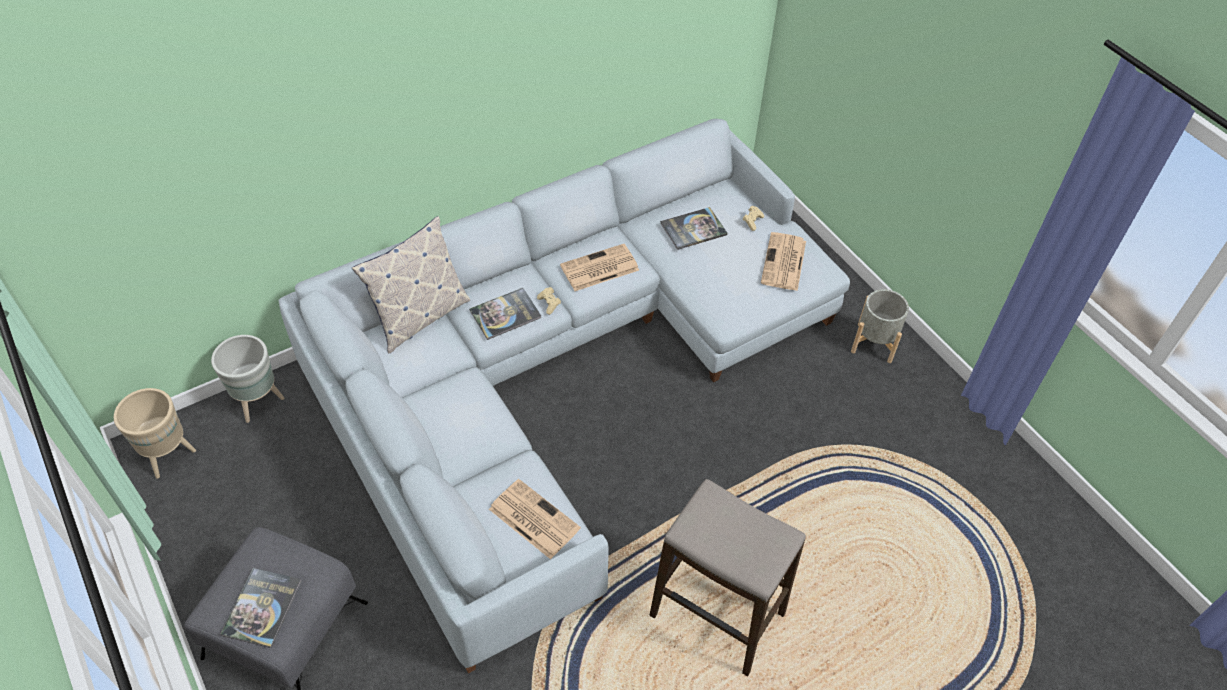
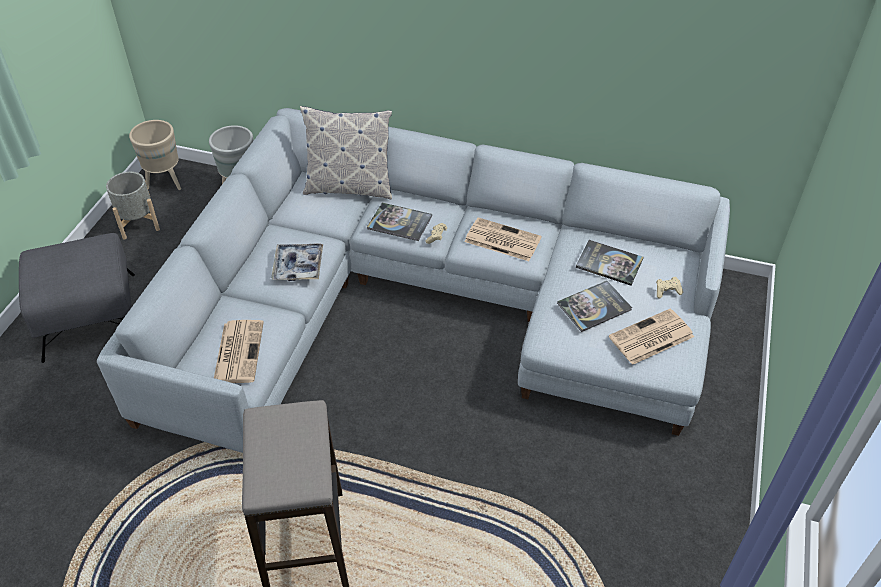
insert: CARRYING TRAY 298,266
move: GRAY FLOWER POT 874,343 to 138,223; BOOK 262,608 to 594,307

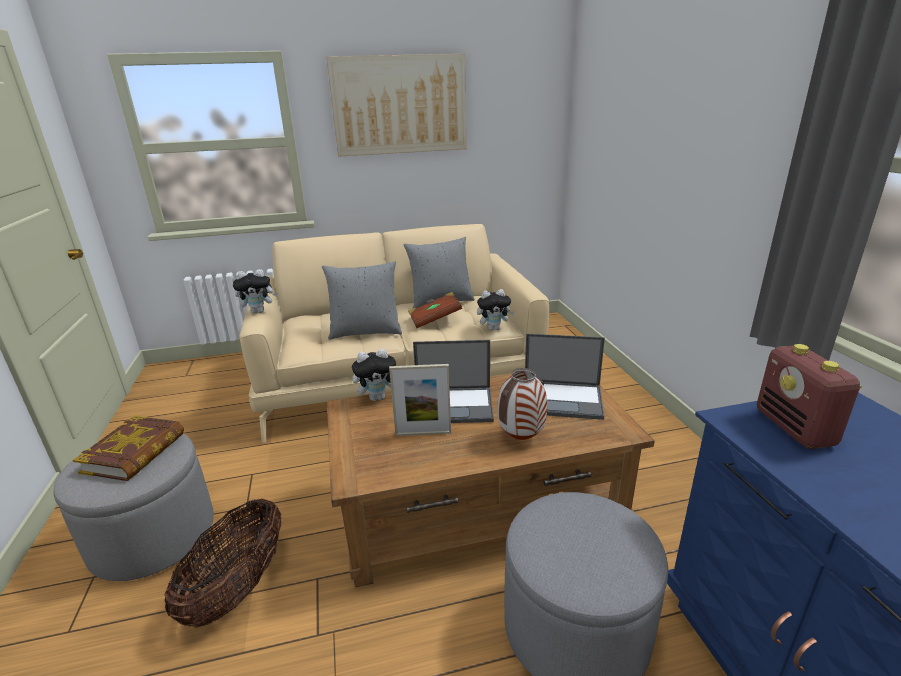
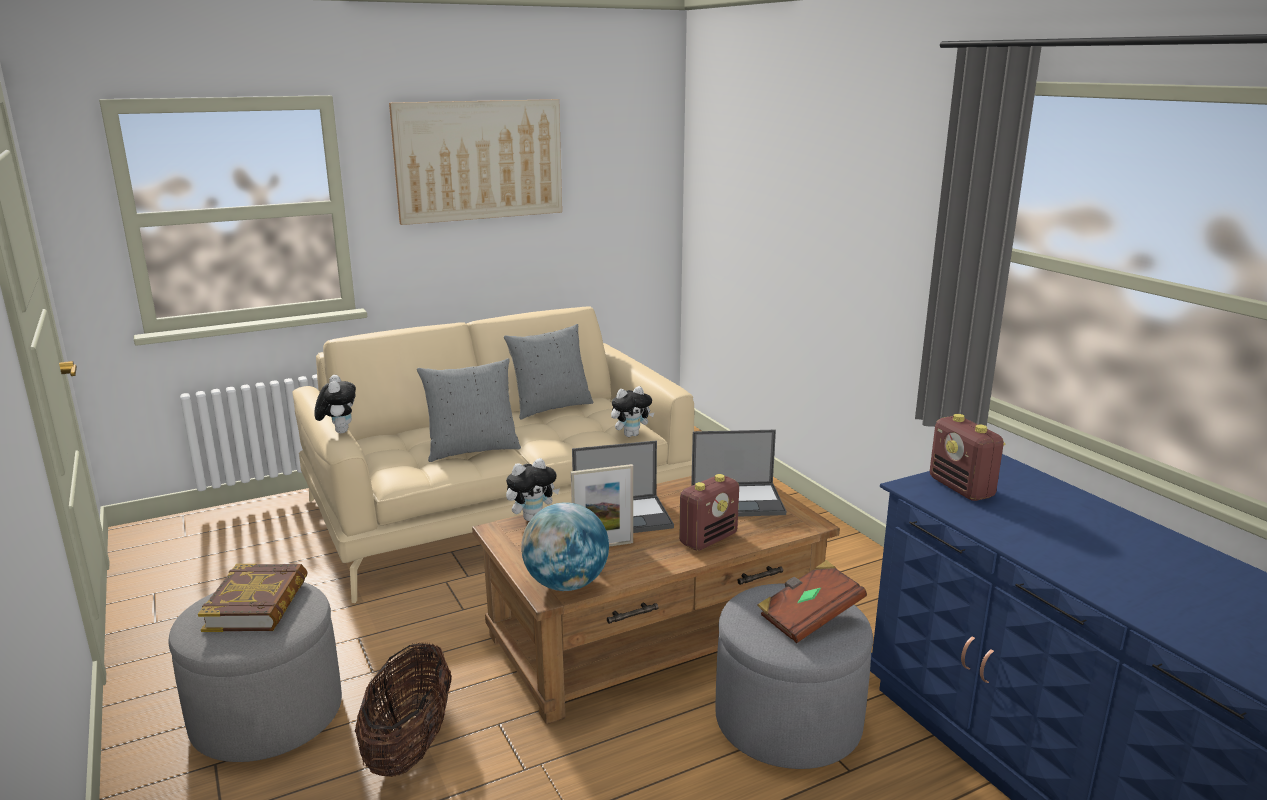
insert: DESK GLOBE 566,584
move: BROWNISH BOOK 435,320 to 809,617
replace: VASE 521,437 to RADIO RECEIVER 708,539
rotate: PLUSH TOY 259,311 = 339,431 75 degrees counterclockwise

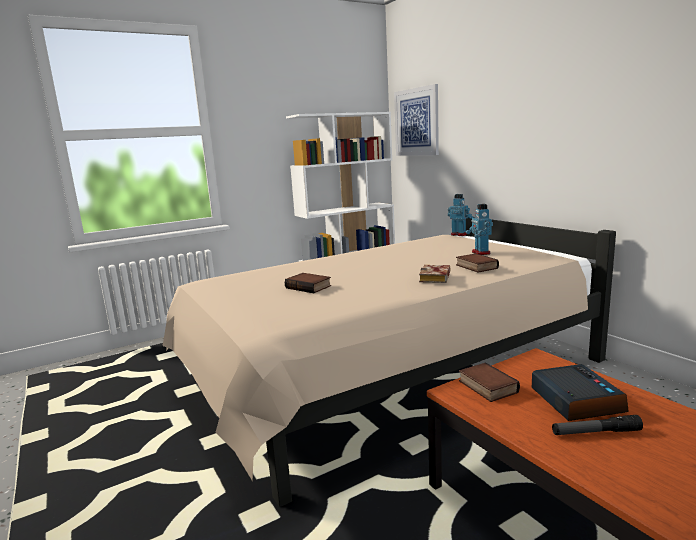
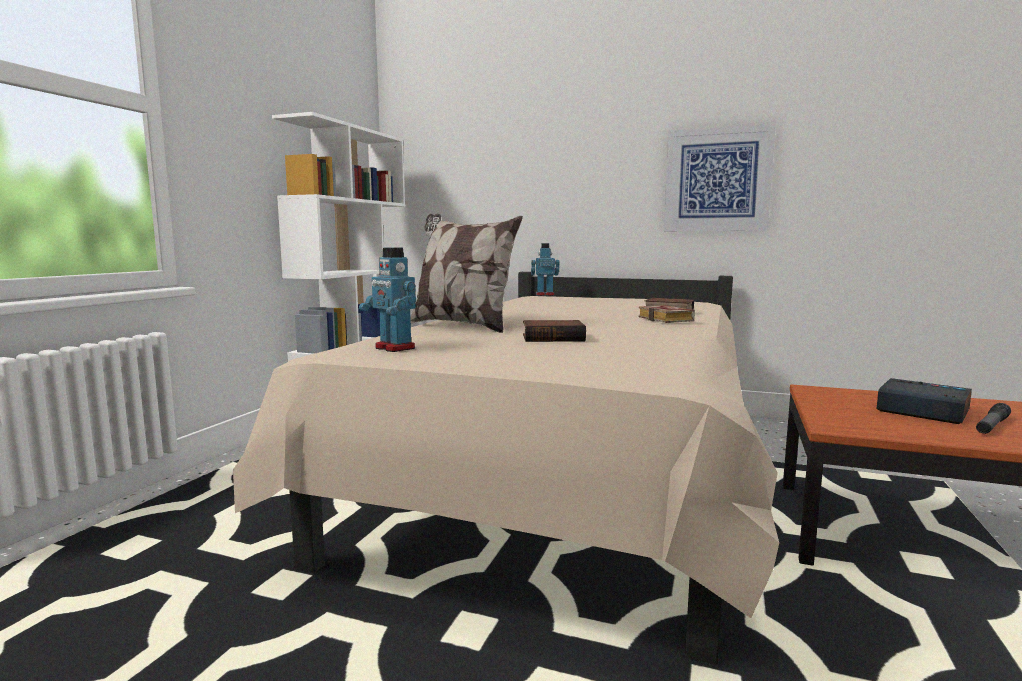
delete: BOOK 486,387
insert: THROW PILLOW 462,325
move: WALL PICTURE 416,122 to 717,180; MODEL ROBOT 480,253 to 394,348

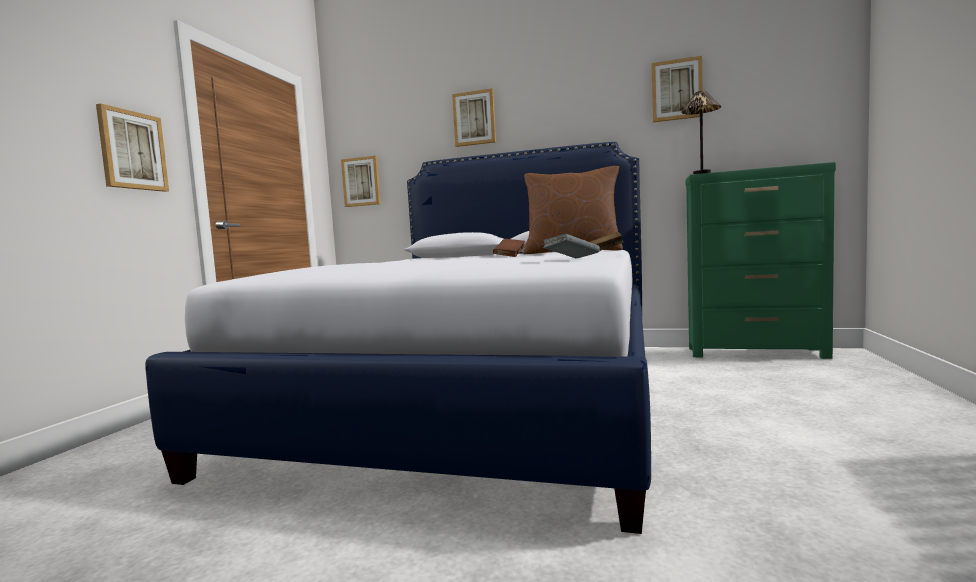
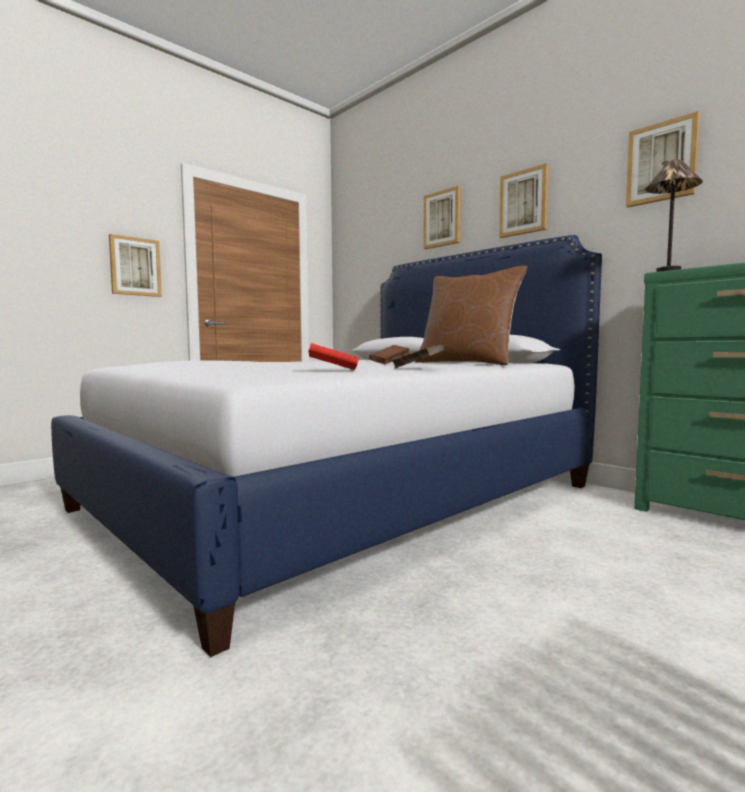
move: WALL PICTURE 361,181 to 524,202
recolor: GRAY BOOK 571,259 to RED-COLOURED BOOK 333,370

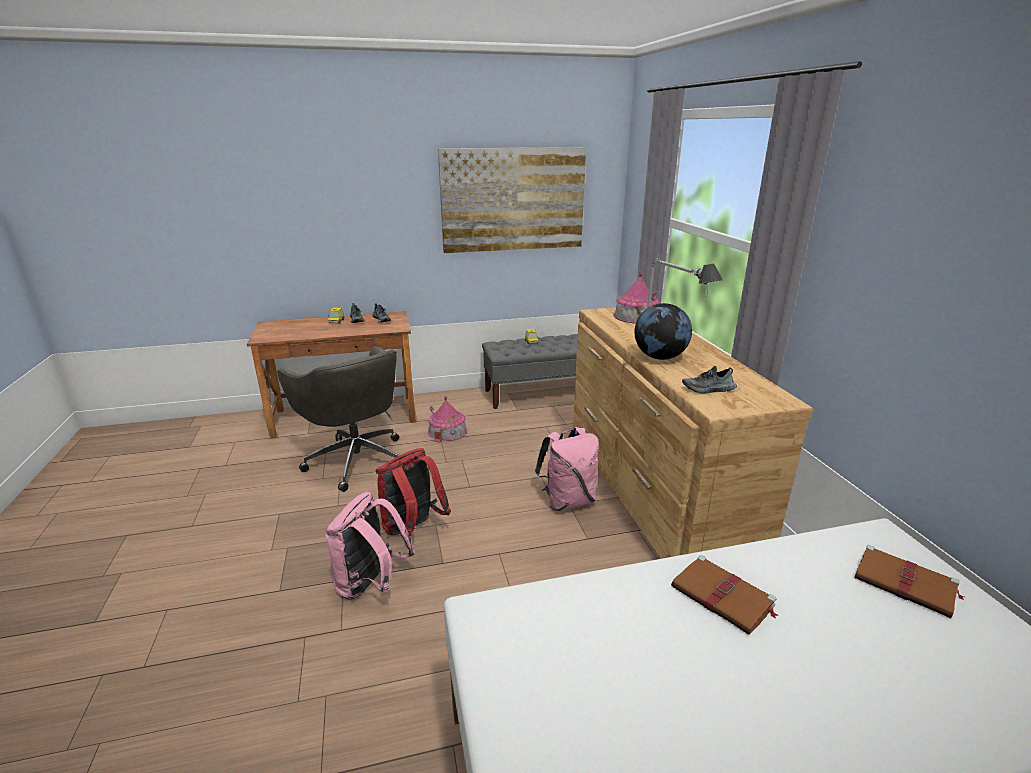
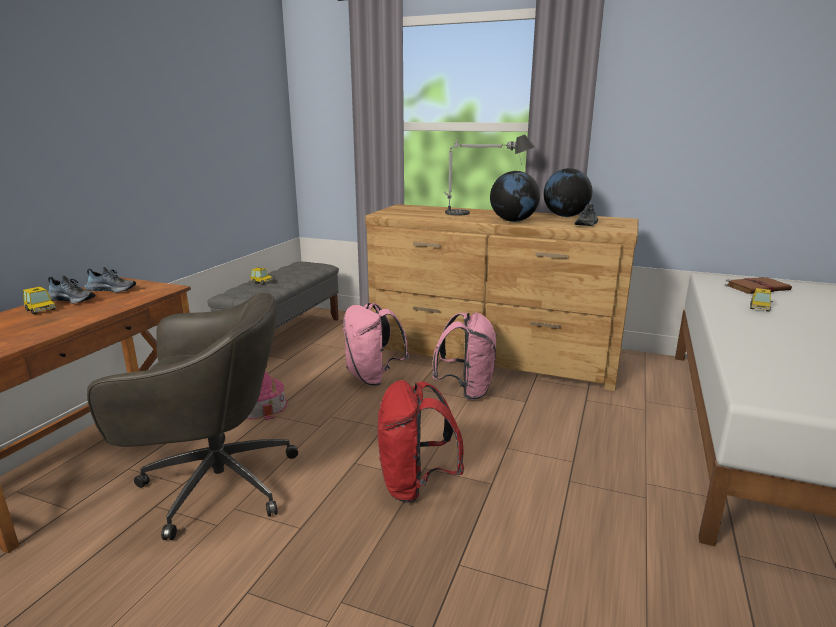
delete: WALL PICTURE 513,200; TOY HOUSE 636,316; BROWNISH BOOK 723,597
insert: DESK GLOBE 565,216; TOY CAR 759,308
move: PINK-COLOURED RUCKSACK 370,584 to 373,377

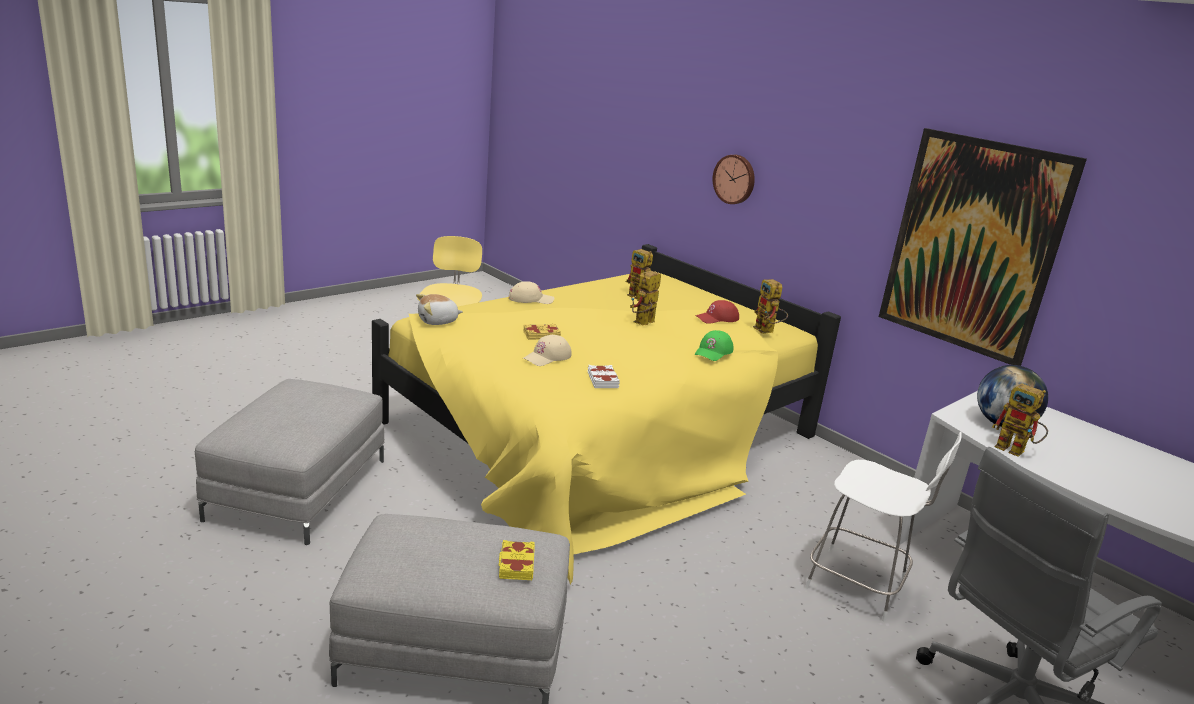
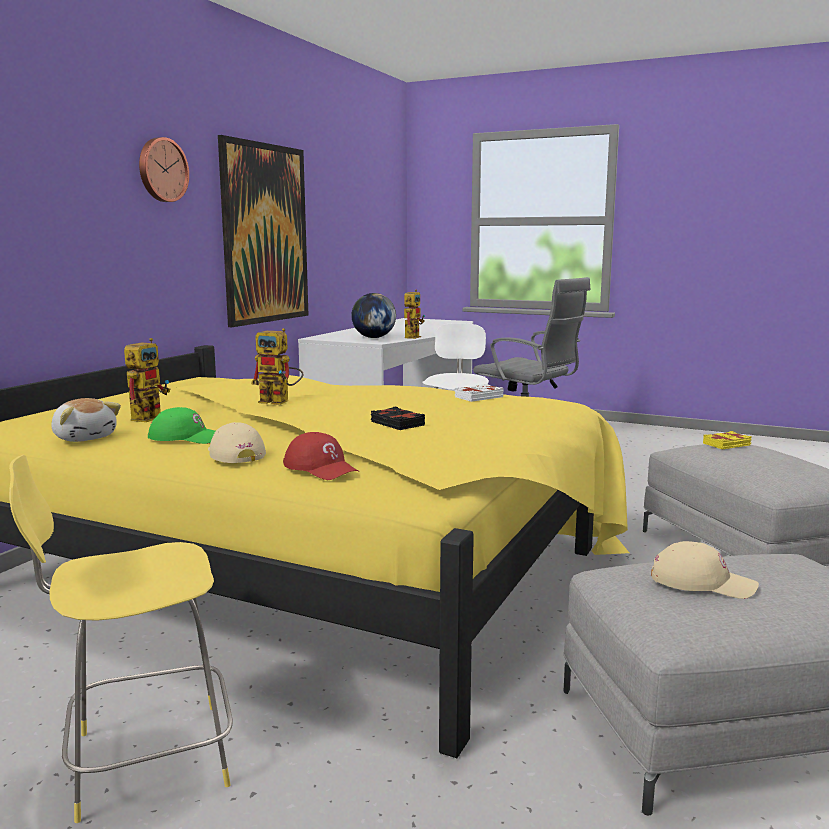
delete: MODEL ROBOT 767,331
move: HANGING CLOCK 735,179 to 162,170; PLUSH TOY 438,321 to 85,437; RED-COLOURED PEAKED CAP 717,318 to 321,468; GREENISH PEAKED CAP 713,352 to 187,437; BEIGE PEAKED CAP 547,357 to 702,582
recolor: YELLOW BOOK 541,335 to BLACK BOOK 397,424

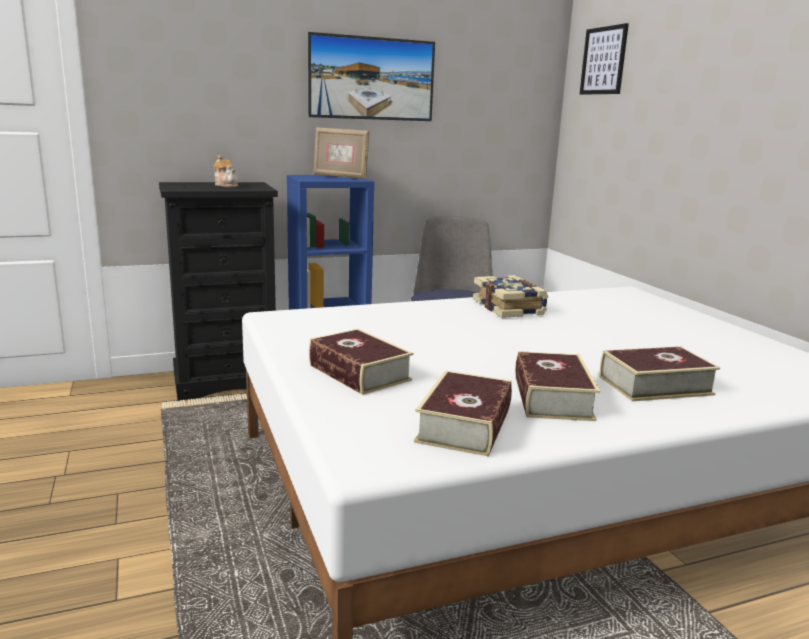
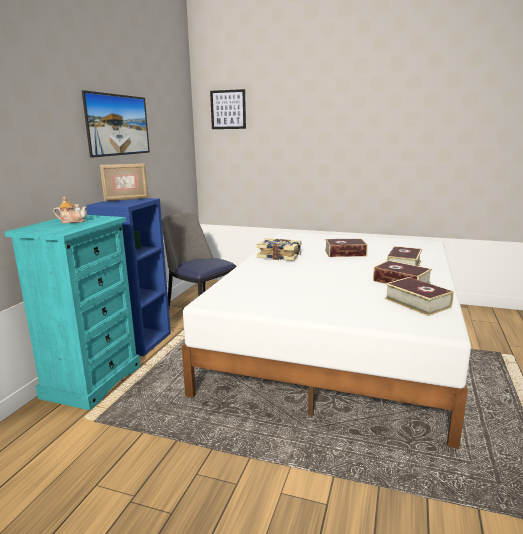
move: BOOK 359,372 to 345,253
recolor: BLACK DRESSER 226,380 to TURQUOISE DRESSER 92,381

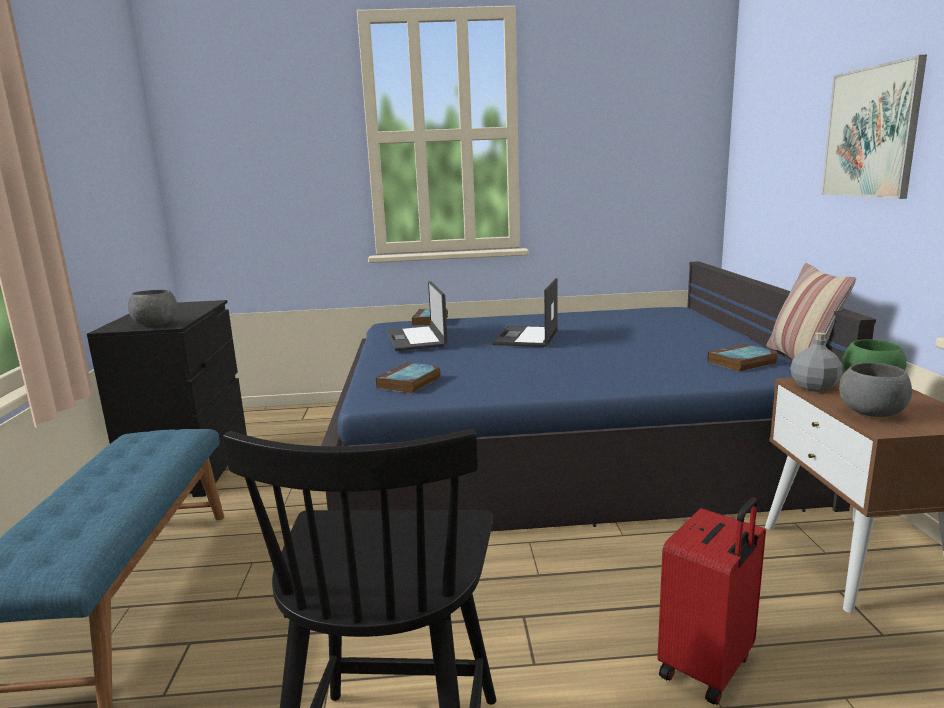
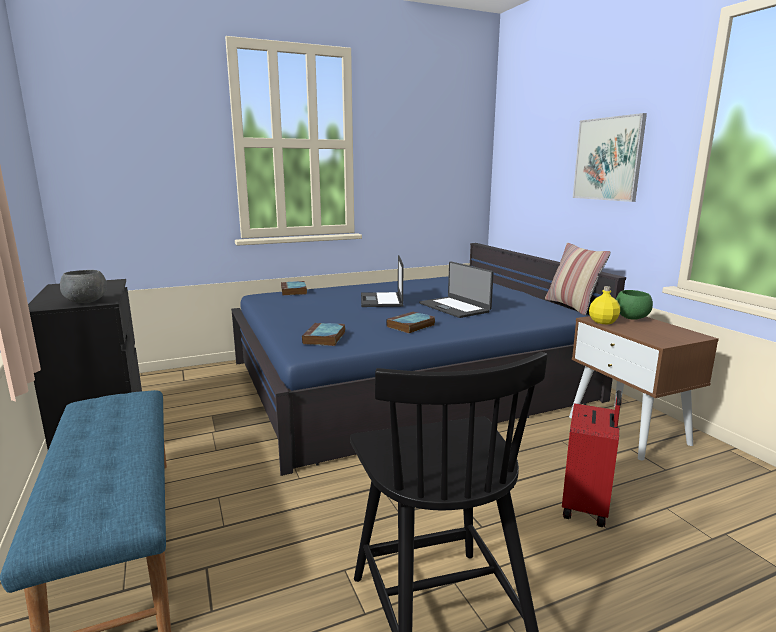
delete: GRAY DEEP DISH 870,413
move: NOTEBOOK COMPUTER 417,338 to 455,307; BOOK 741,363 to 410,326
recolor: GRAY BEVERAGE BOTTLE 813,387 to YELLOW BEVERAGE BOTTLE 602,322

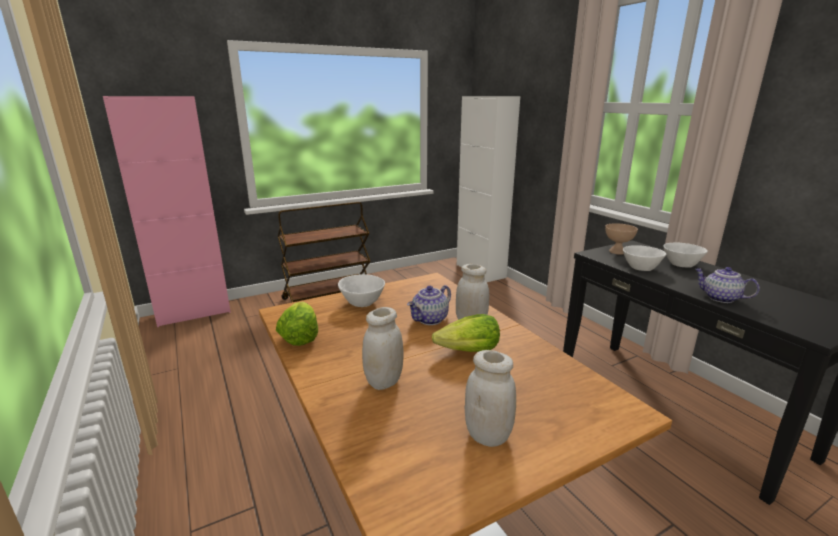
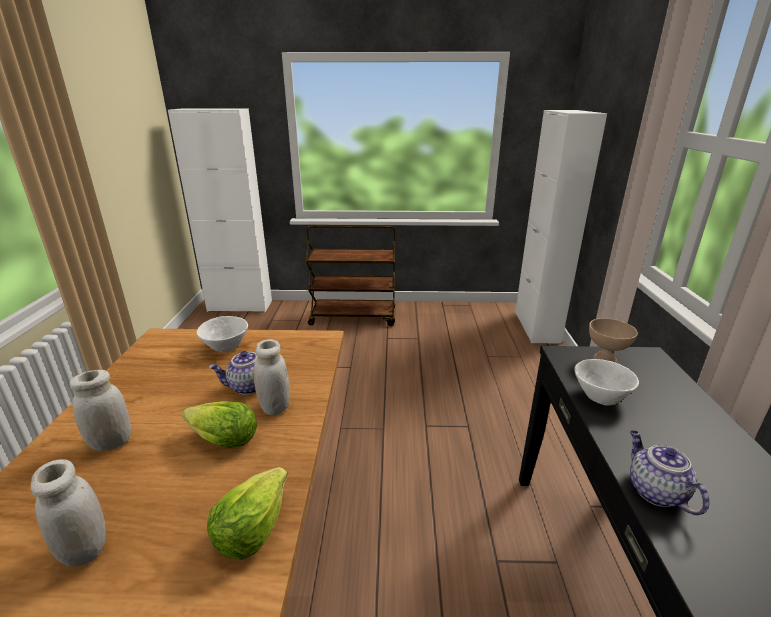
delete: WHITISH DEEP DISH 681,264
move: LETTUCE HEAD 299,336 to 252,527
recolor: PINK-COLOURED CABINET 194,313 to WHITISH CABINET 240,306

